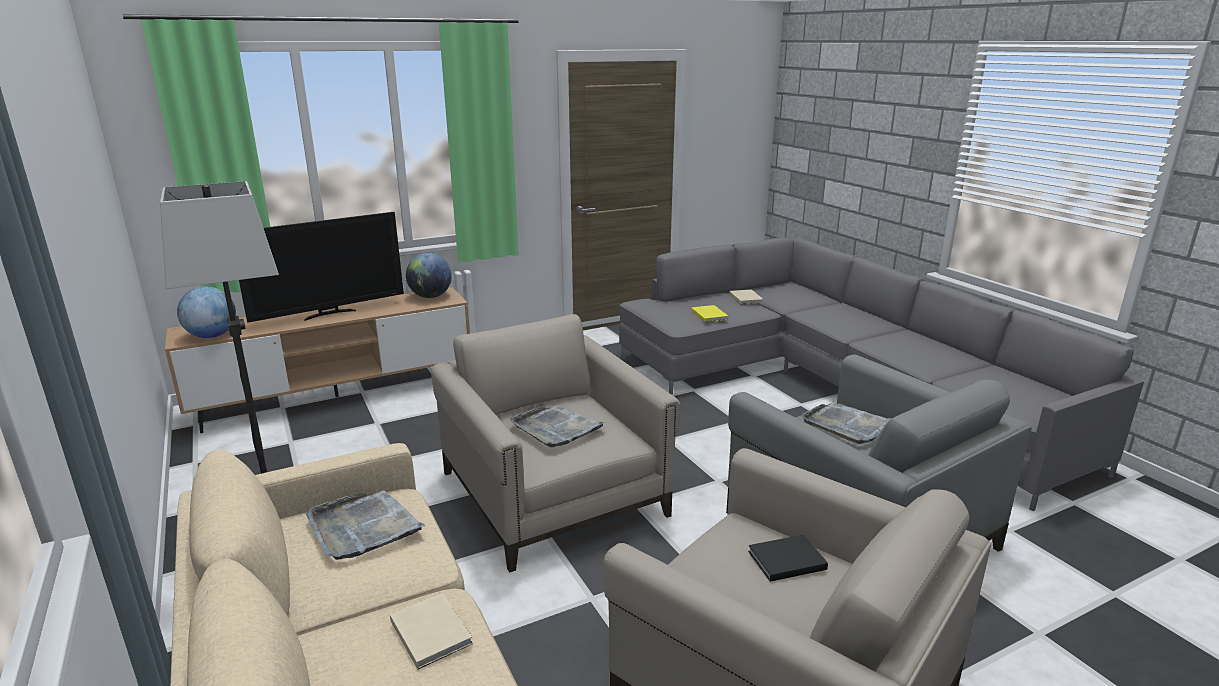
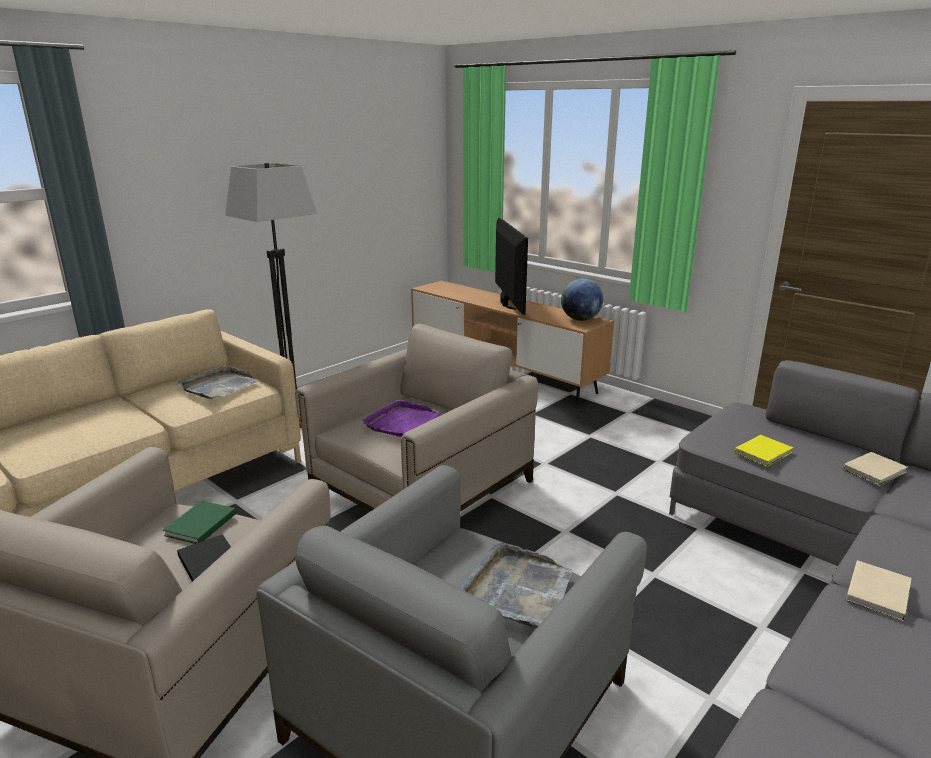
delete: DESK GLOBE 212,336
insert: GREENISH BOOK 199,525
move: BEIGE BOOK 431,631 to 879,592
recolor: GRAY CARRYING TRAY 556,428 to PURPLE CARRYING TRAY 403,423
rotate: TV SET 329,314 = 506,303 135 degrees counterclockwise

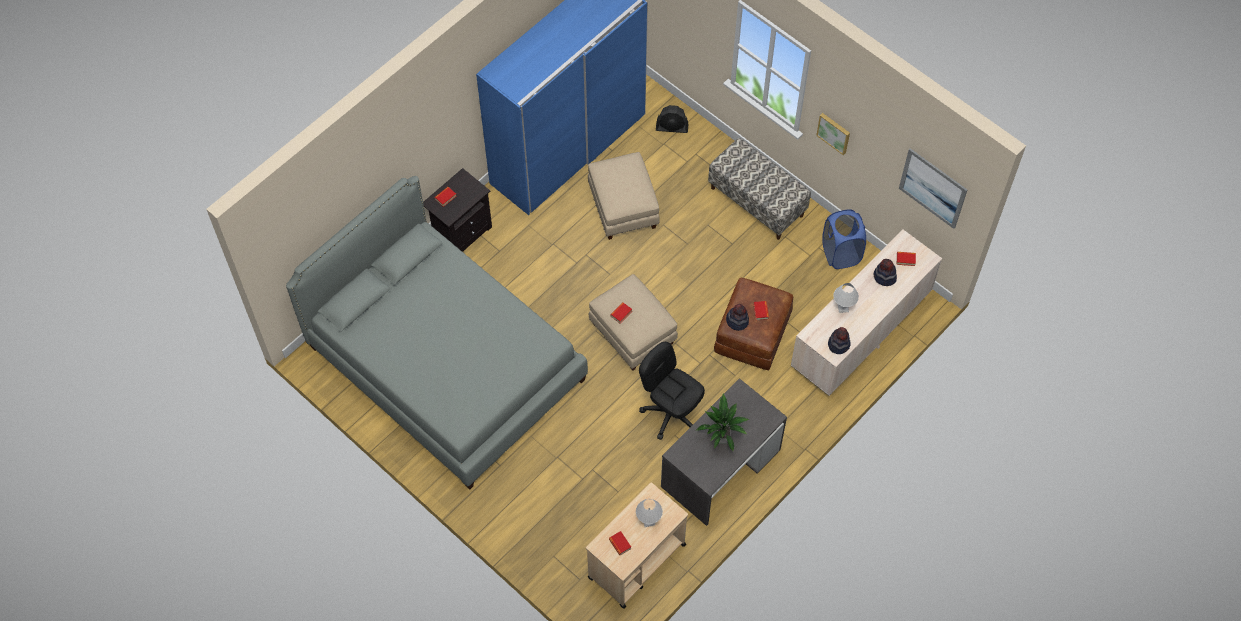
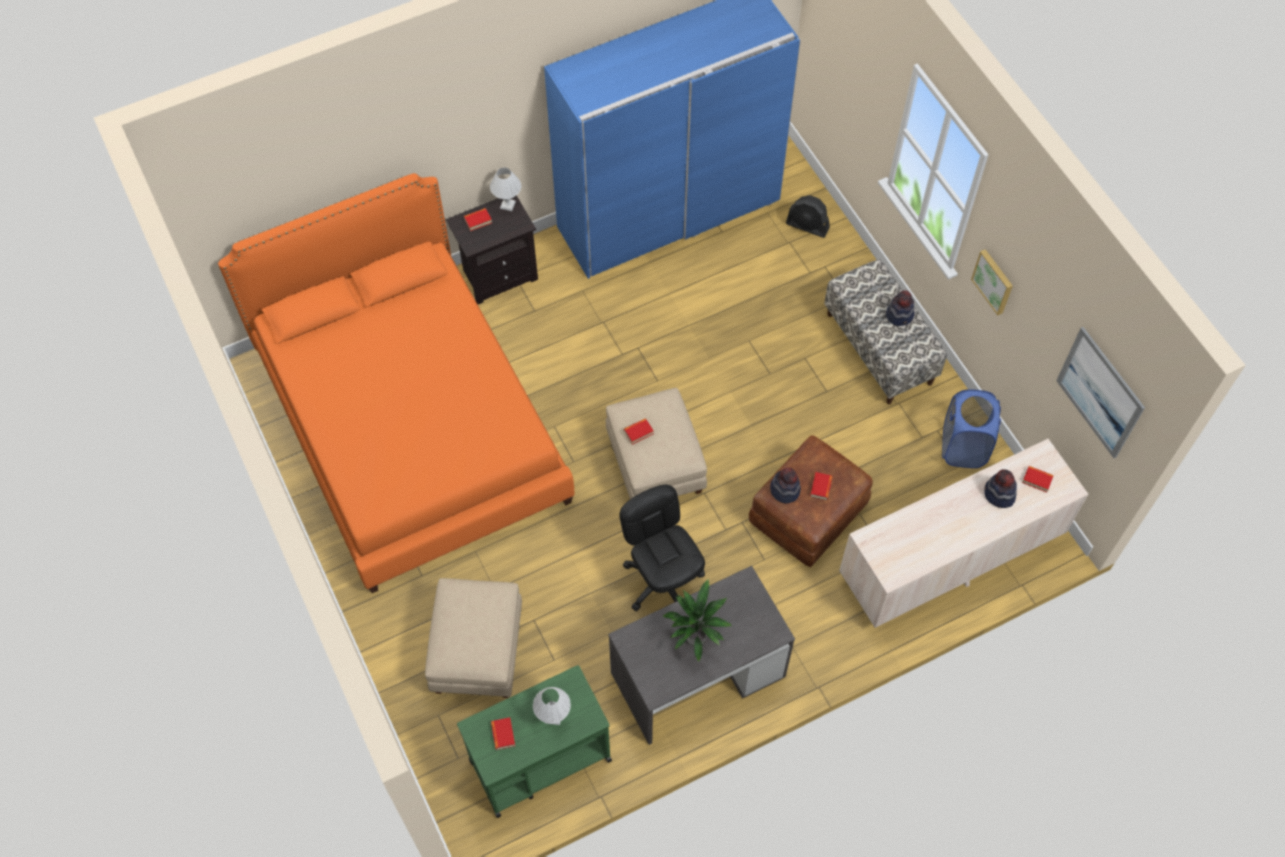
move: BEIGE POUFFE 624,208 to 479,651; WHITISH TABLE LAMP 843,307 to 508,205; CLOTHING HAT 839,344 to 900,315
recolor: GRAY SLEEPING BED 446,362 to ORANGEY SLEEPING BED 412,425; BEIGE CART 636,561 to GREENISH CART 539,760

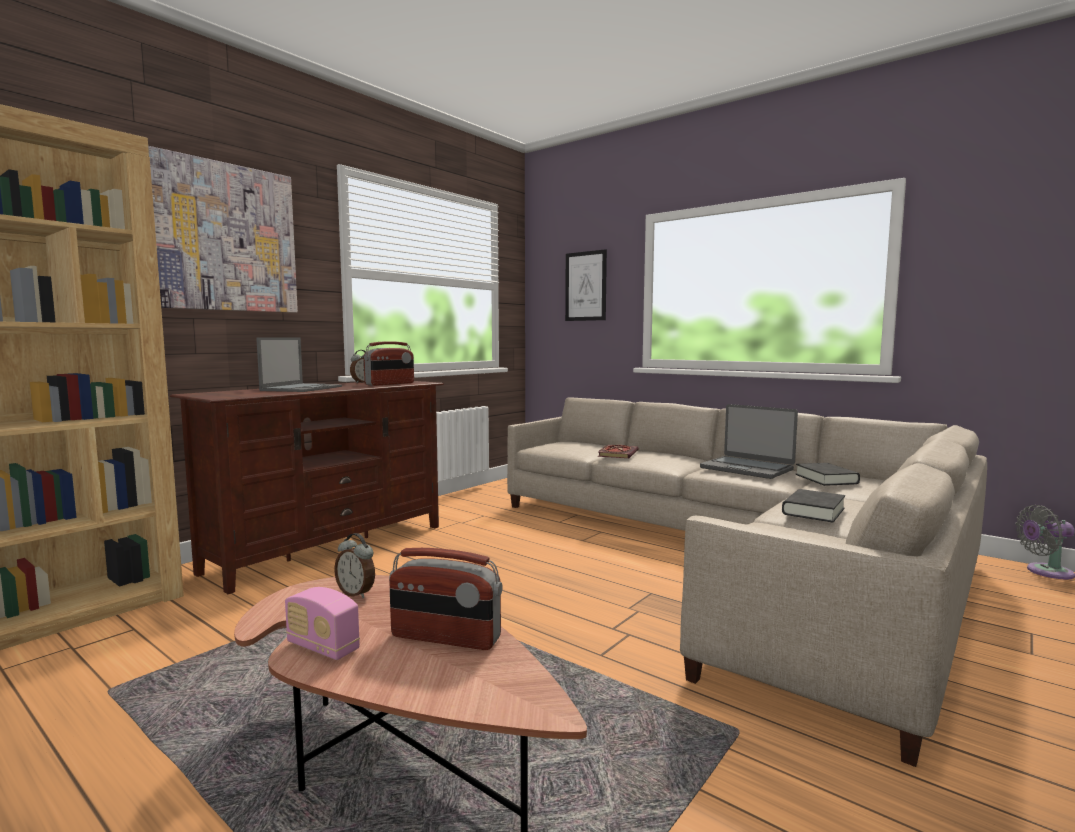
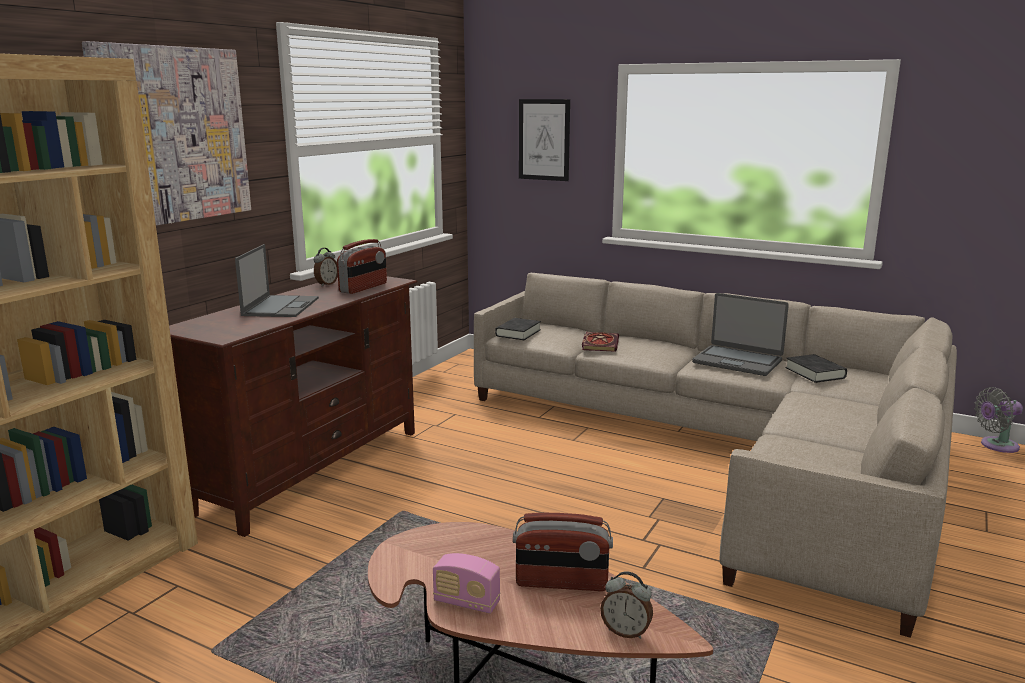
move: BLACK BOOK 813,511 to 518,333; TABLE CLOCK 356,593 to 626,631

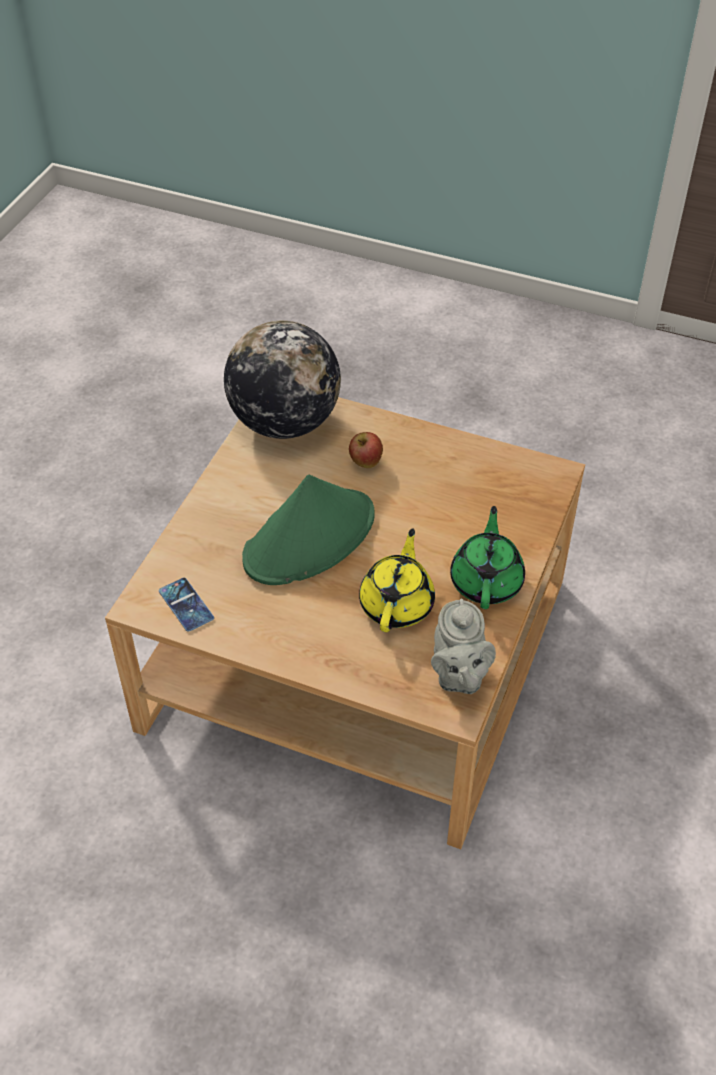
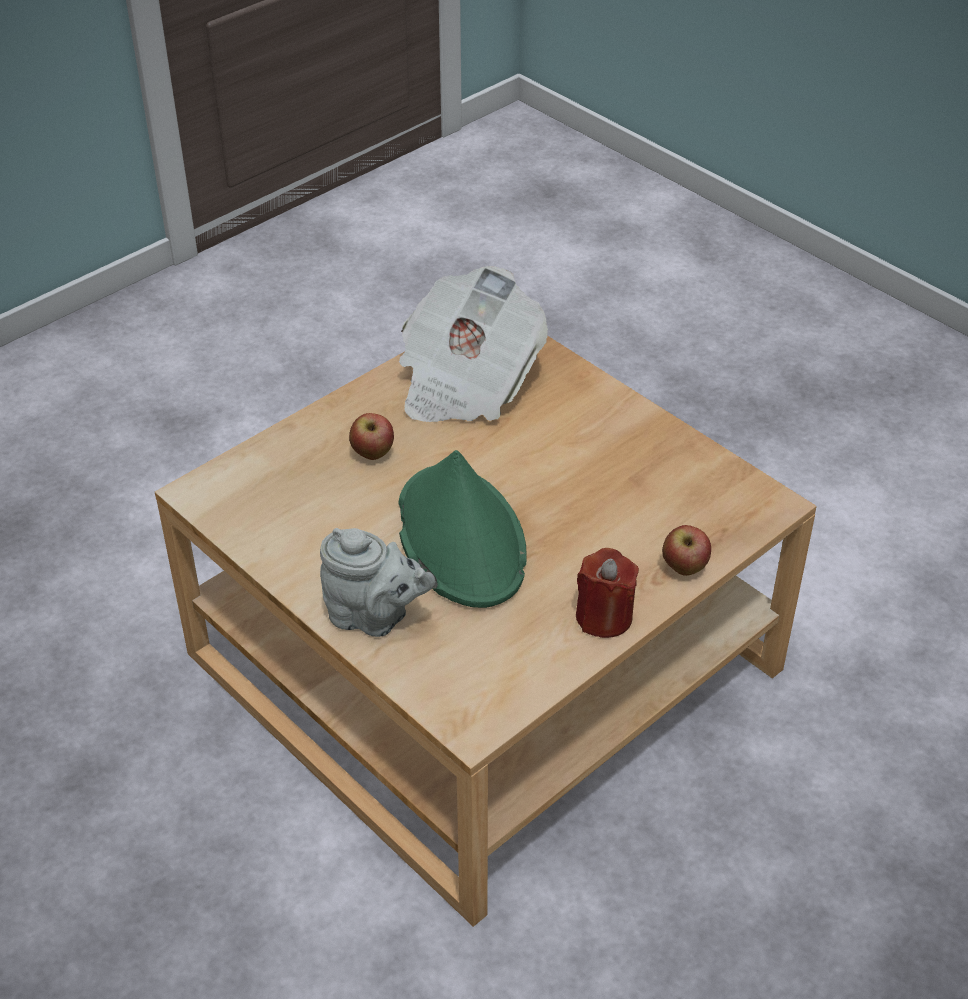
delete: DESK GLOBE 284,422; GREENISH TEAPOT 486,581; YELLOW TEAPOT 397,604; TELEPHONE 186,605
insert: NEWSPAPER 466,381; APPLE 684,568; RED-COLOURED CANDLE 604,617
move: GRAY TEAPOT 458,676 to 374,617

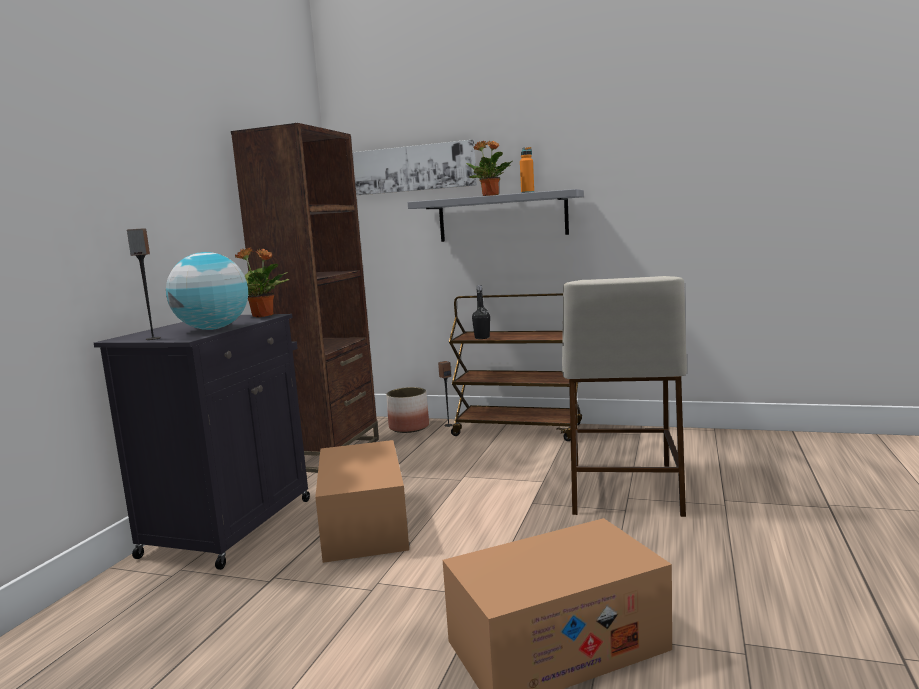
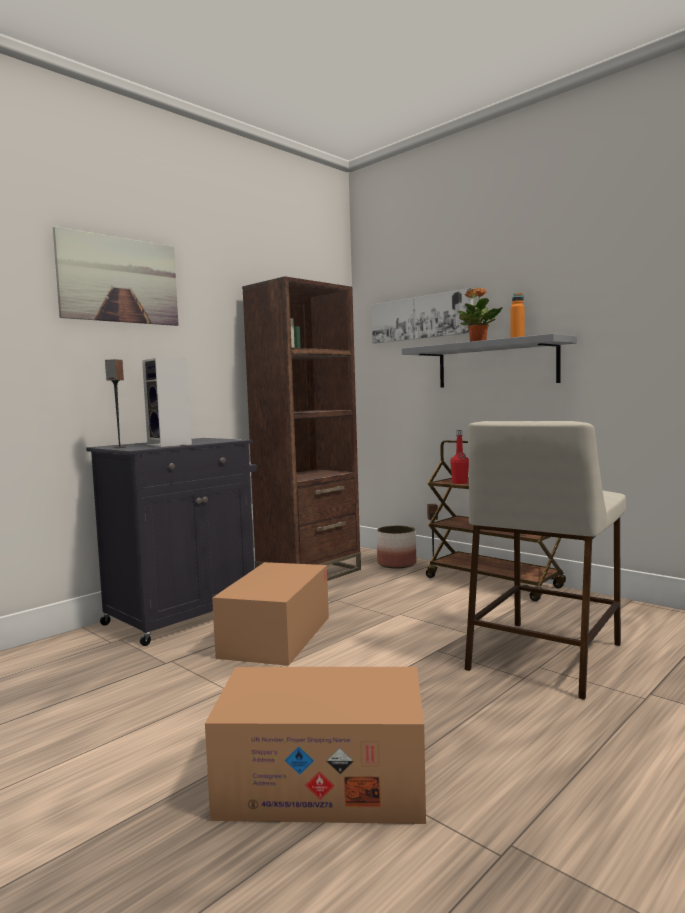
delete: PLANT IN A POT 263,316
insert: WALL PICTURE 119,280
replace: DESK GLOBE 213,329 to SPEAKER 171,445
recolor: BLACK BEVERAGE BOTTLE 482,338 to RED-COLOURED BEVERAGE BOTTLE 459,483

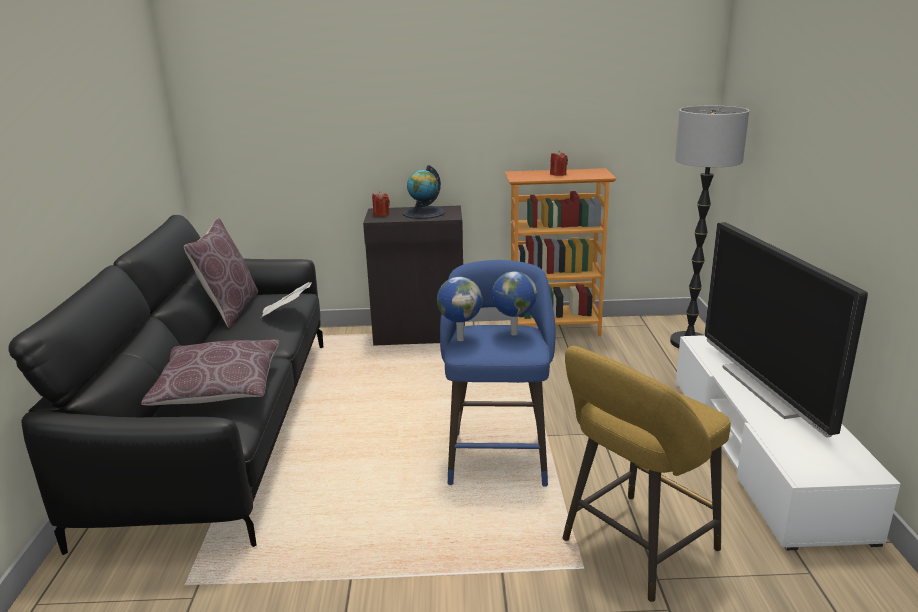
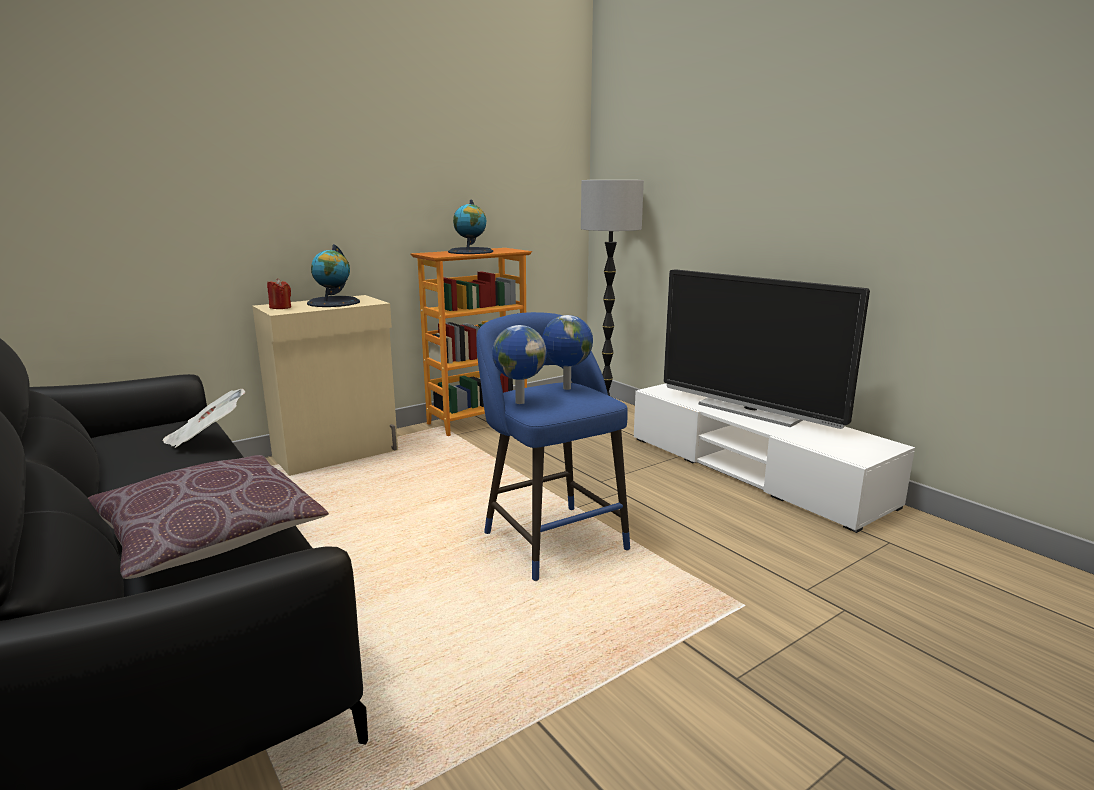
delete: BROWNISH THROW PILLOW 230,309; YELLOW STOOL SEAT 634,549
replace: RED-COLOURED CANDLE 558,174 to DESK GLOBE 471,252
recolor: BLACK CABINET 420,335 to BEIGE CABINET 337,454

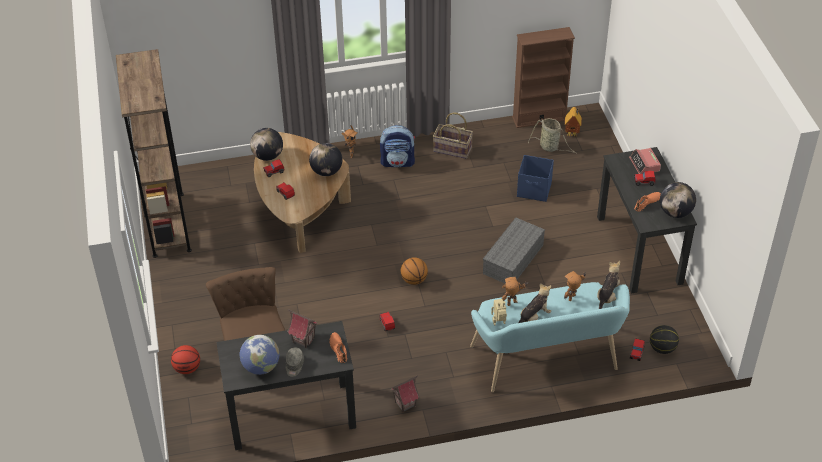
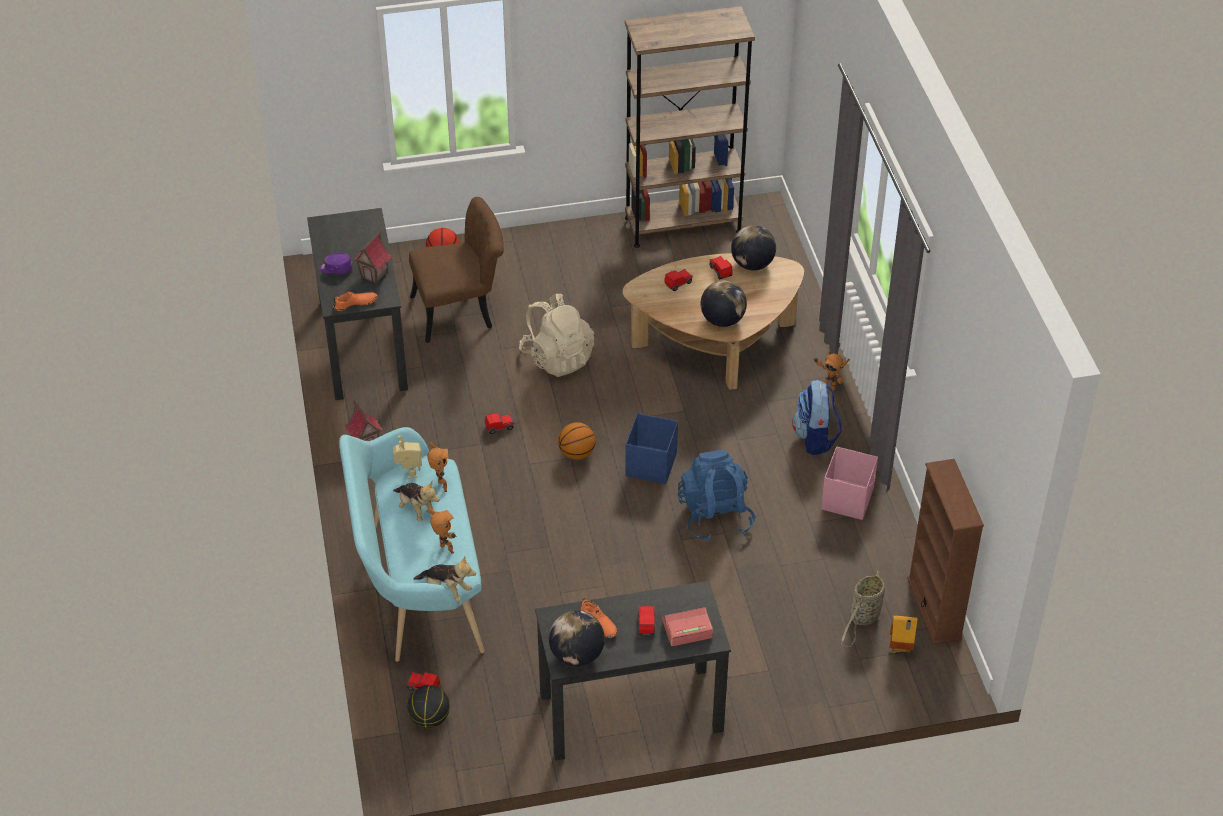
delete: GRAY STORAGE BIN 513,260; DESK GLOBE 261,367
insert: BEIGE RUCKSACK 557,357; BLUE RUCKSACK 715,516
move: BLUE STORAGE BIN 534,190 to 650,465
replace: STORAGE BASKET 452,149 to PINK-COLOURED STORAGE BIN 848,499
recolor: GRAY PEAKED CAP 294,365 to PURPLE PEAKED CAP 336,269

